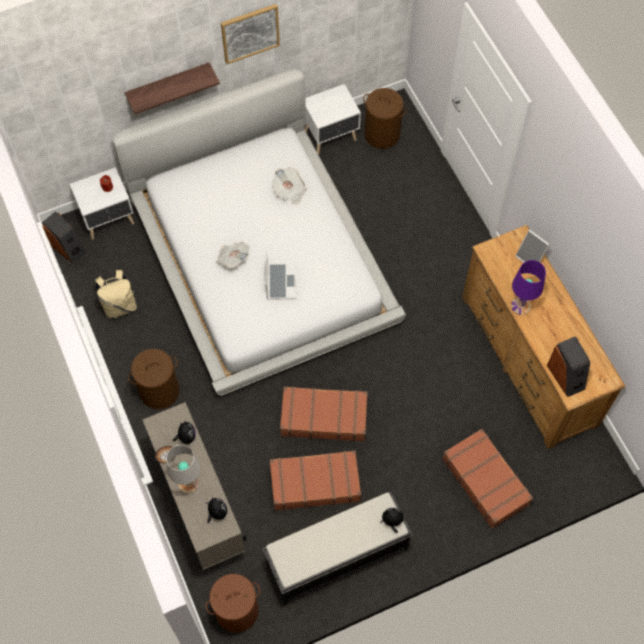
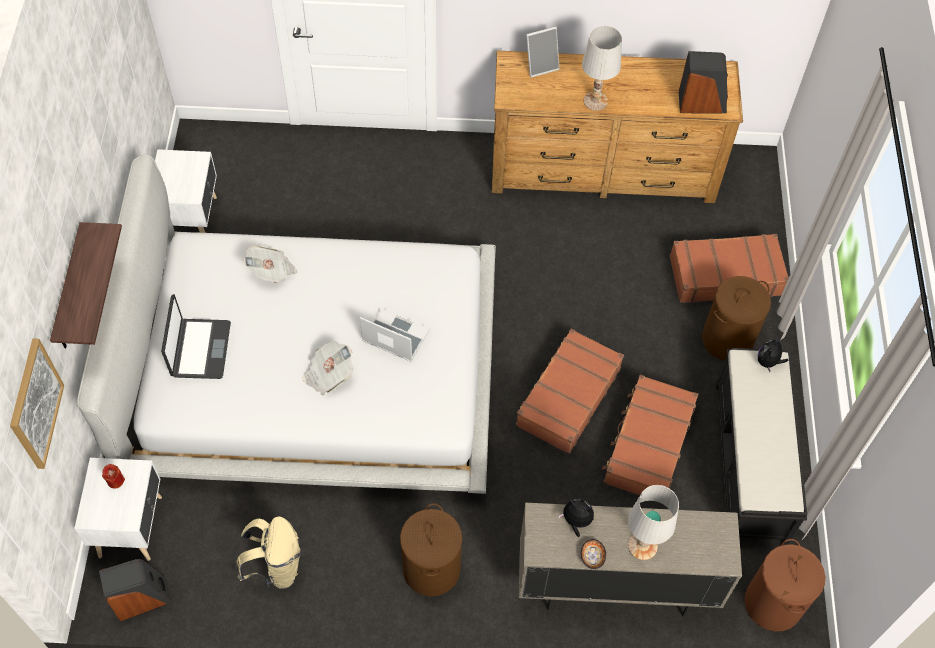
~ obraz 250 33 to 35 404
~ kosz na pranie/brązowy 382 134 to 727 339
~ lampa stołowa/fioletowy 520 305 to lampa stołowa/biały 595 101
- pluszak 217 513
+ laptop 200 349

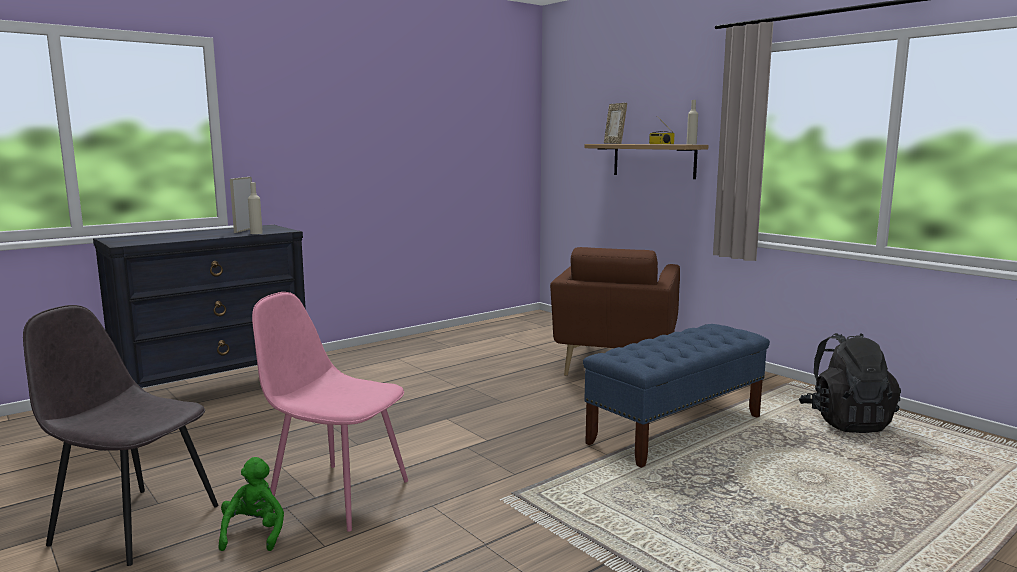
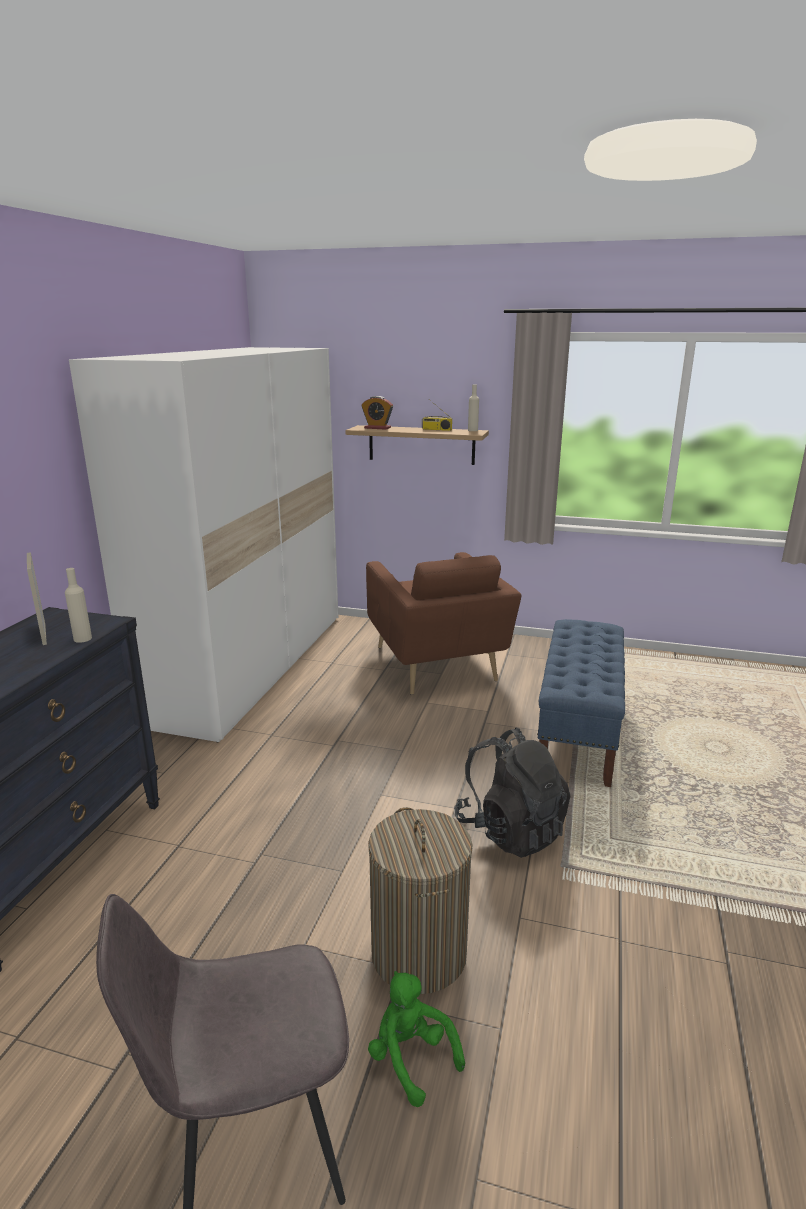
~ ramka na zdjęcie 614 143 to budzik 377 428
~ krzesło/różowy 336 495 to kosz na pranie 418 953
~ plecak/czarny 846 422 to 510 830
+ szafa/biały 250 665

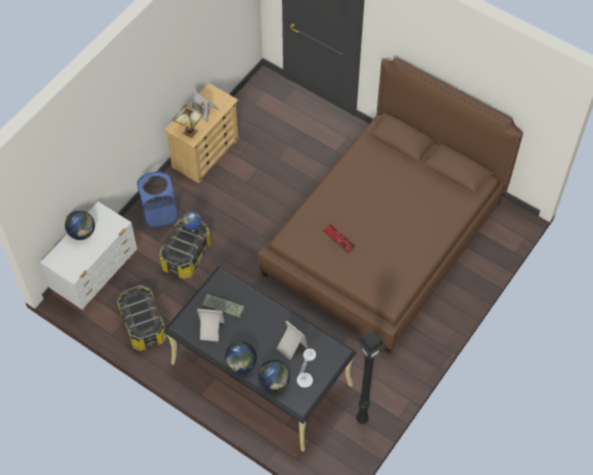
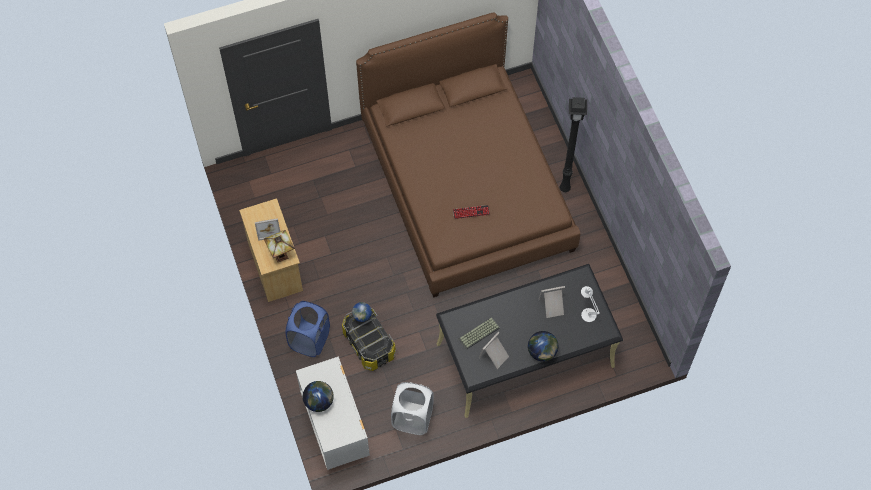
~ pojemnik do przechowywania 143 325 to kosz na pranie/biały 412 418
~ lampa stojąca/czarny 363 419 to 565 188
- globus 274 382

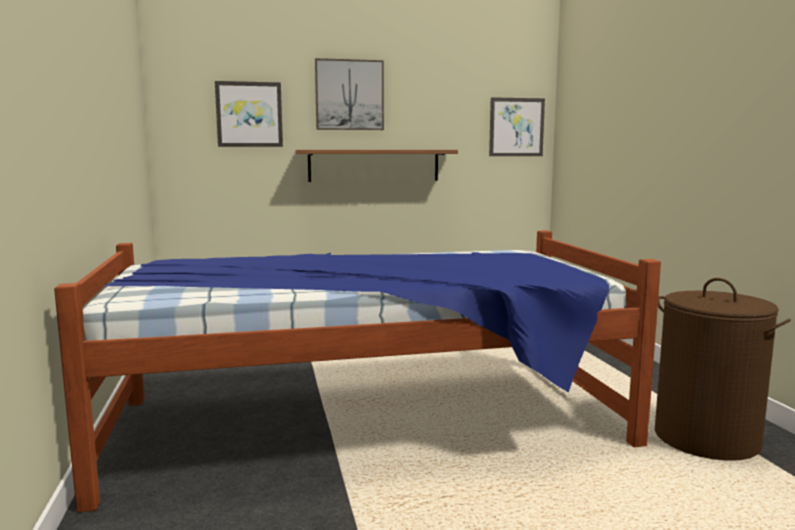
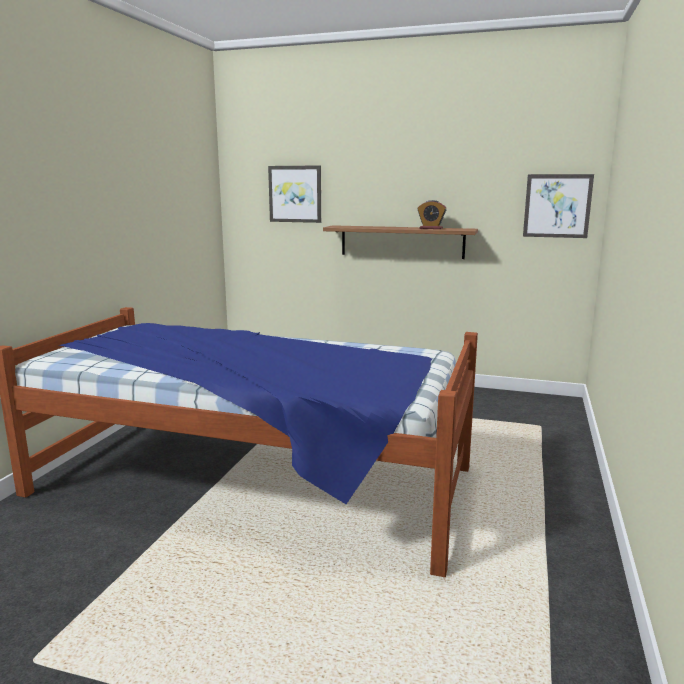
- obraz 349 95
- kosz na pranie/brązowy 706 439
+ budzik 431 228

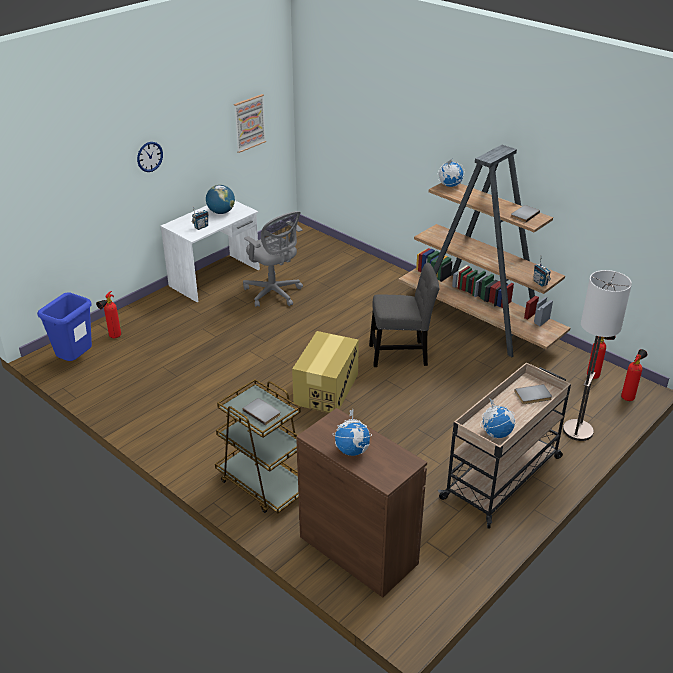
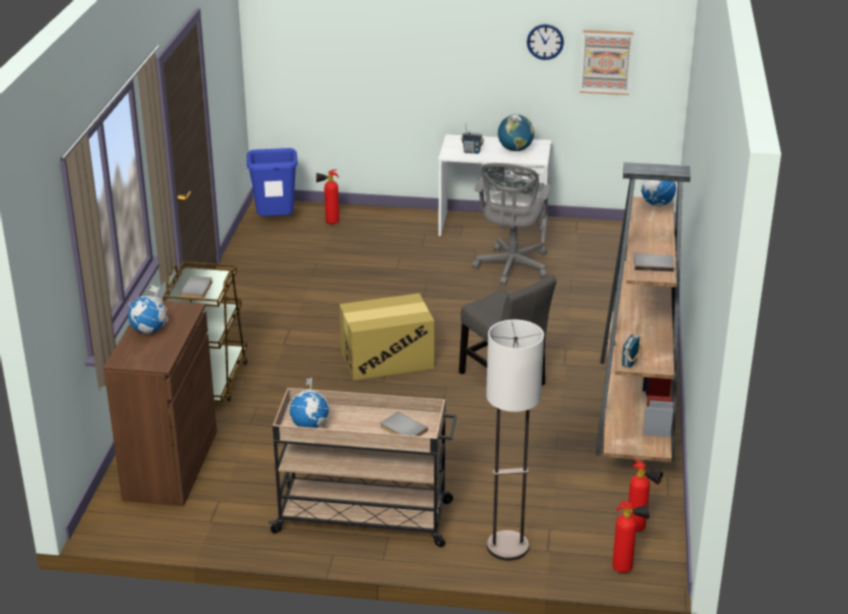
~ zegar ścienny 149 156 to 545 41

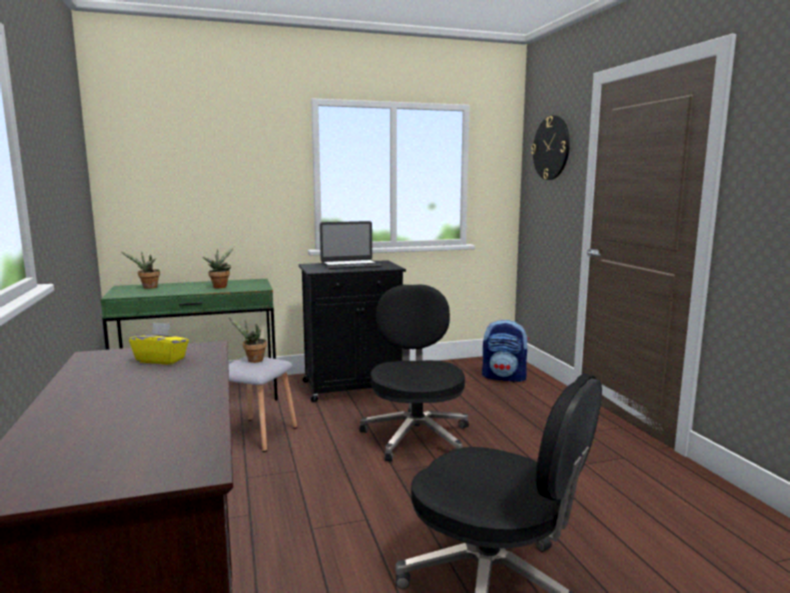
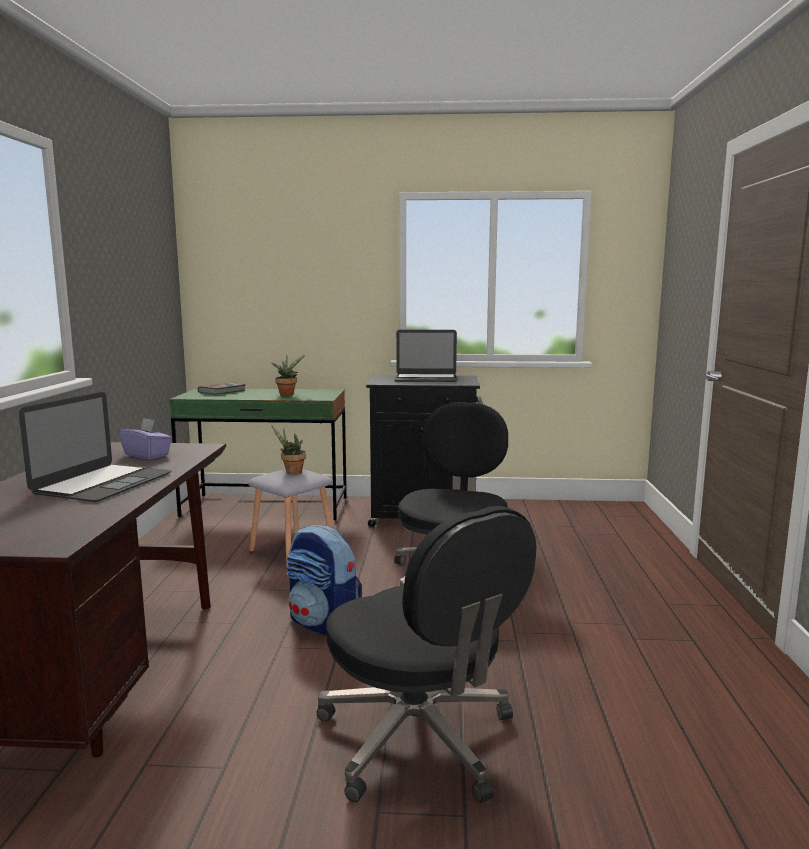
- zegar ścienny 551 148
~ roślina doniczkowa 148 288 to książka 222 391
~ plecak 504 377 to 324 624
~ pudełko chusteczek/żółty 161 360 to pudełko chusteczek/fioletowy 147 455
+ laptop 103 483

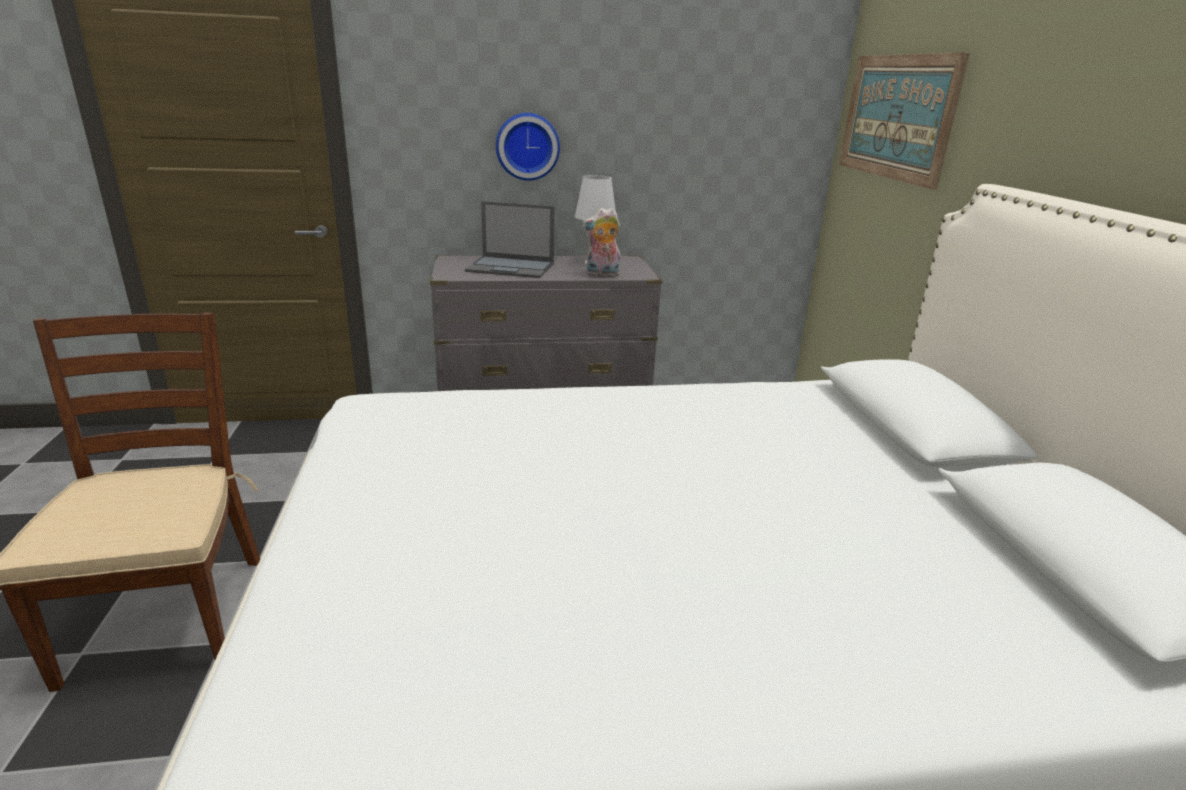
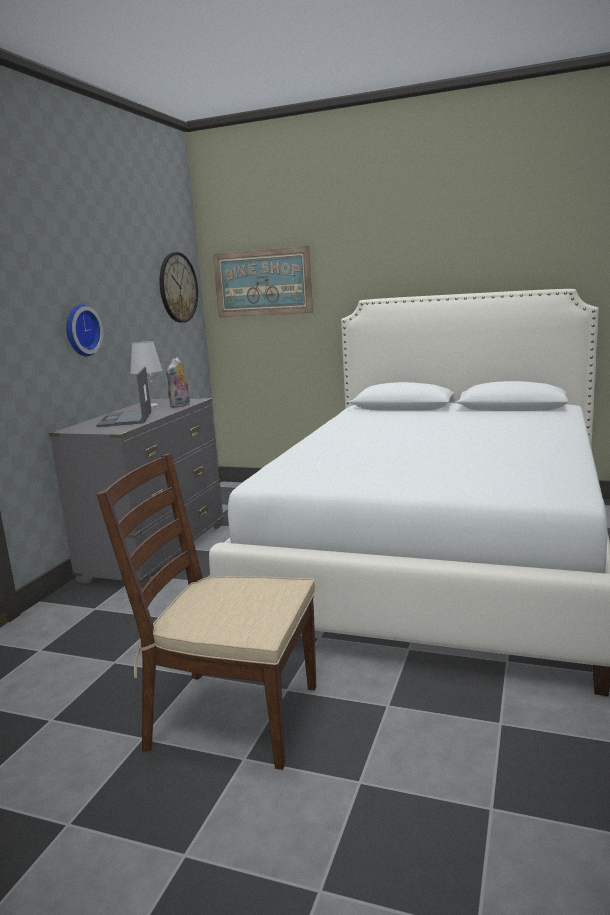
~ laptop 511 268 = 125 419 135 degrees clockwise
+ zegar ścienny 178 287

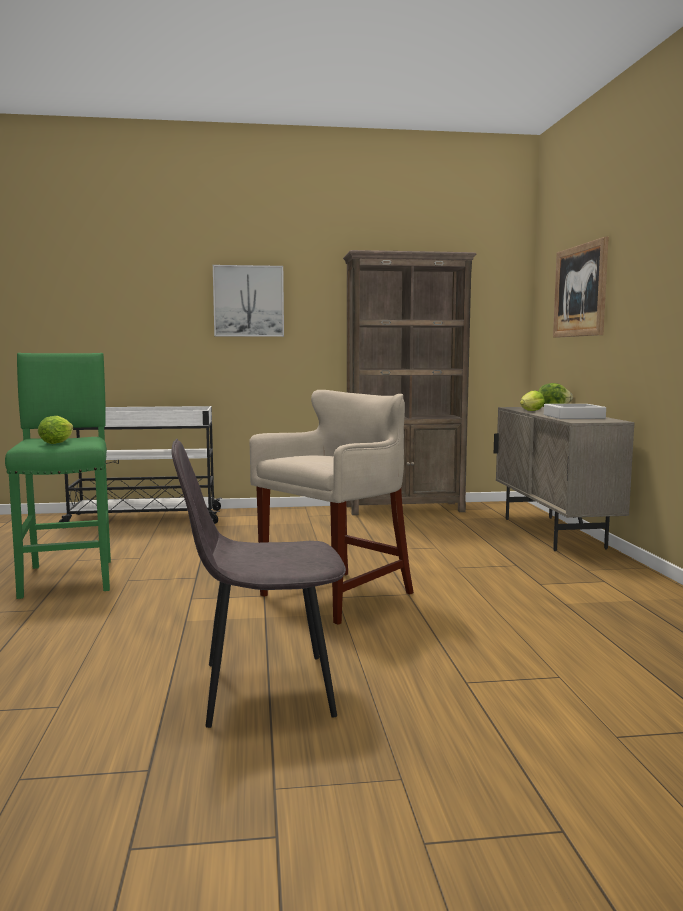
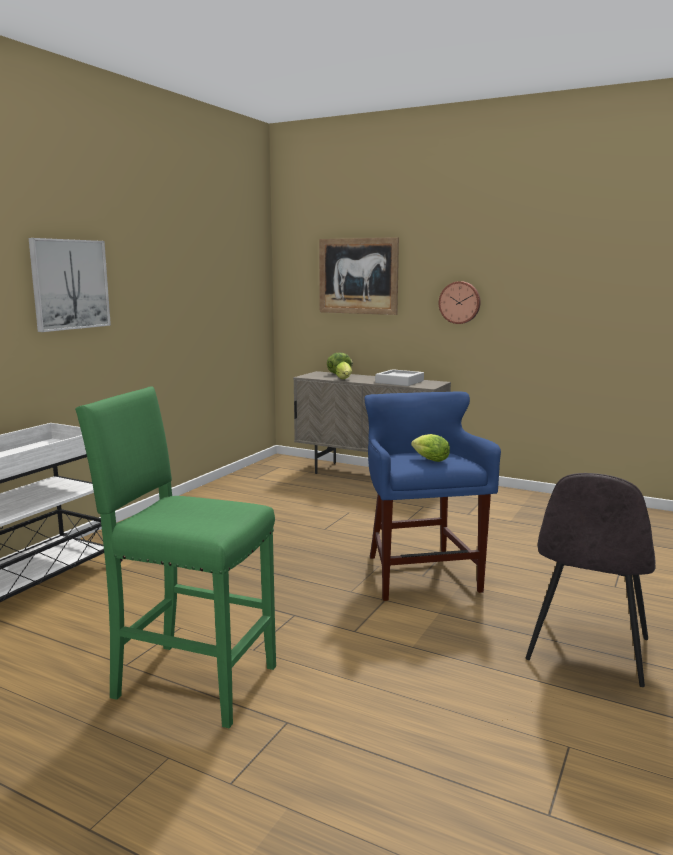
- regał/brązowy 405 508
~ stołek/beżowy 337 596 to stołek/niebieski 420 575
~ sałata 58 442 to 428 459
+ zegar ścienny 460 302

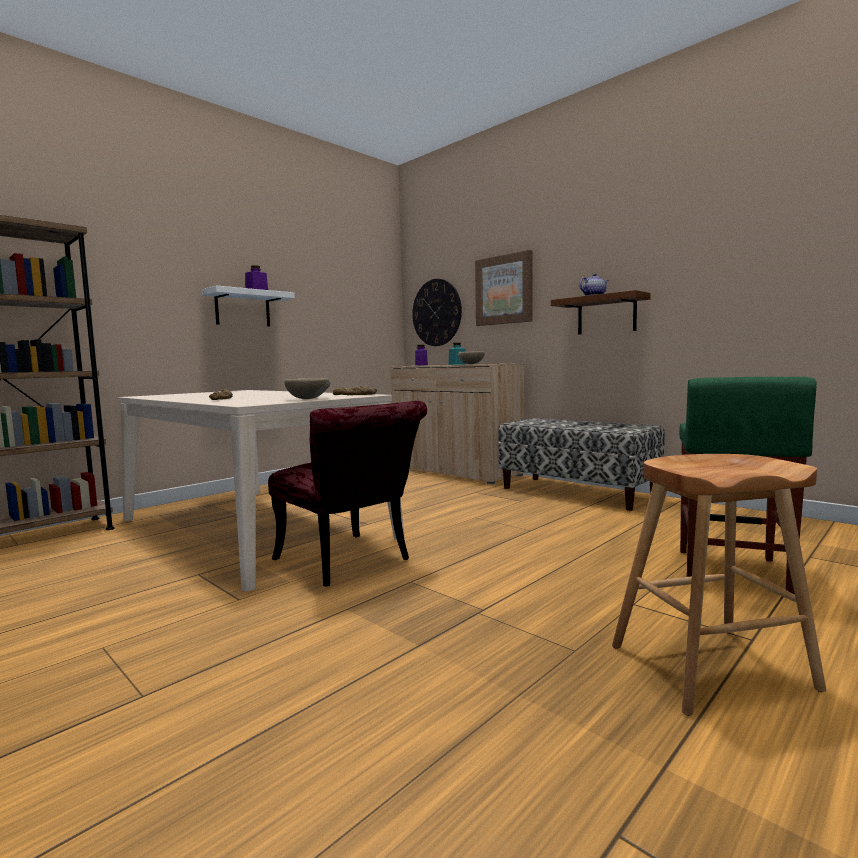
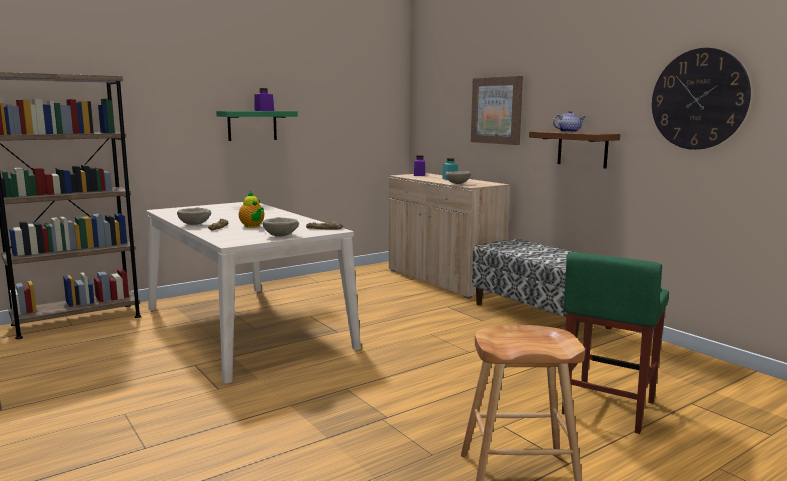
~ zegar ścienny 436 312 to 699 99
~ półka/biały 242 309 to półka/zielony 252 125
- krzesło/czerwony 350 563
+ imbryk 252 226
+ miska/beżowy 195 224

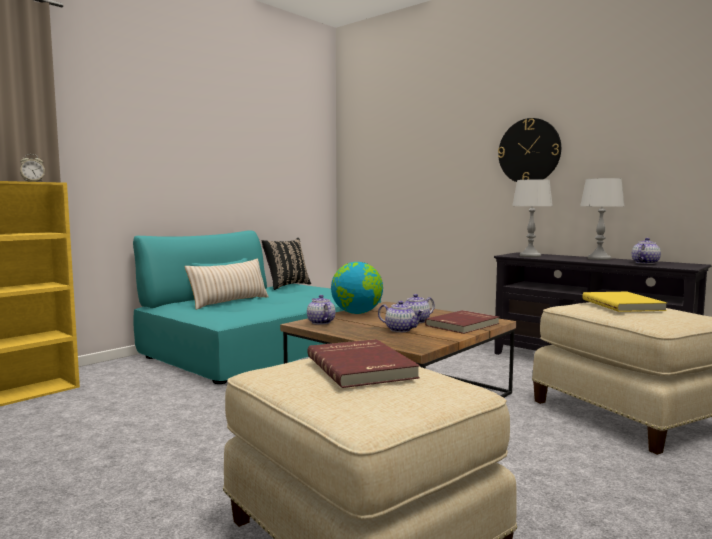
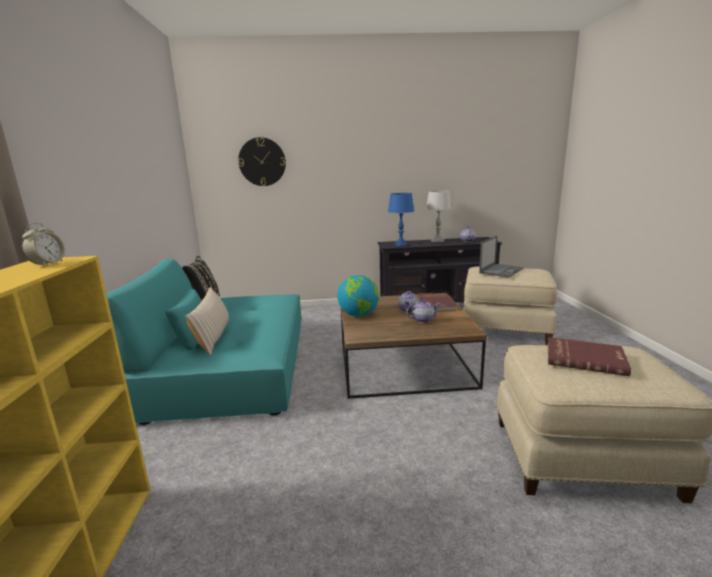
~ zegar ścienny 529 151 to 262 162
~ lampa stołowa/szary 530 256 to lampa stołowa/niebieski 401 245
~ książka/żółty 623 305 to laptop 501 270
- imbryk 320 322

